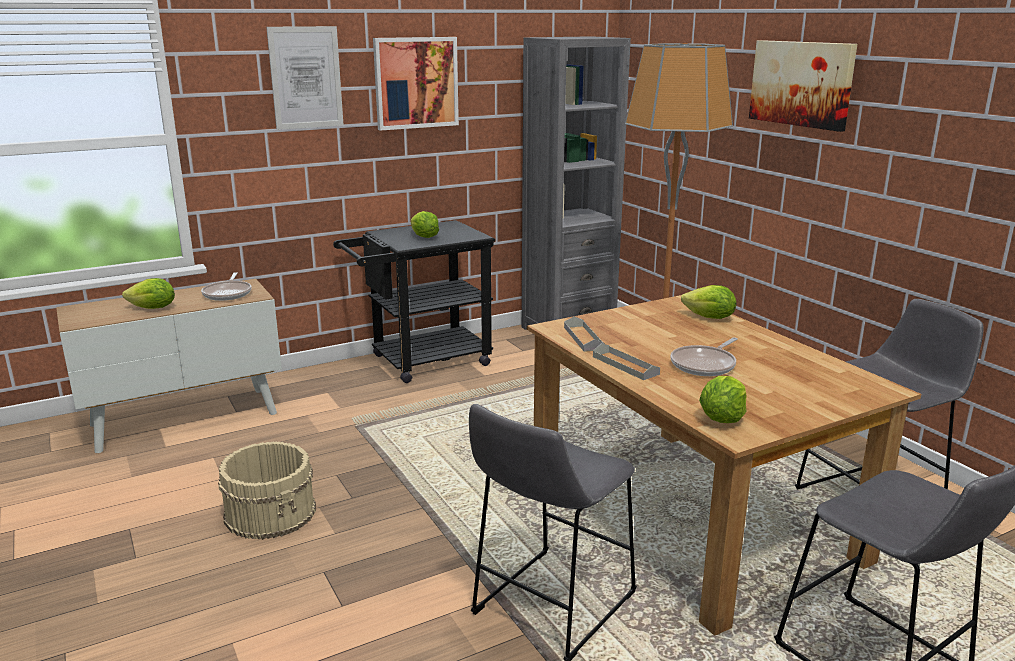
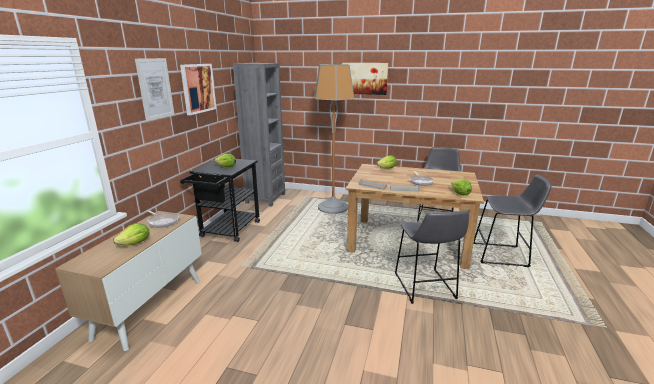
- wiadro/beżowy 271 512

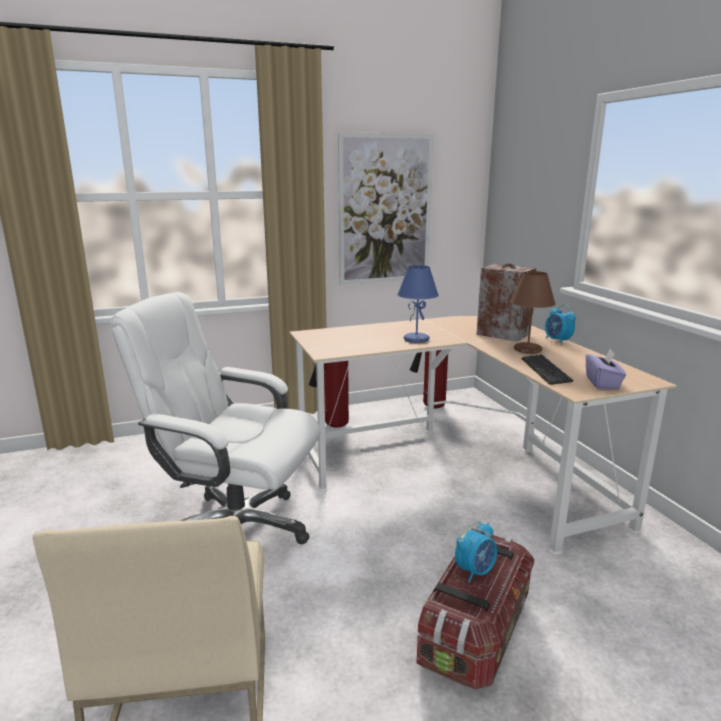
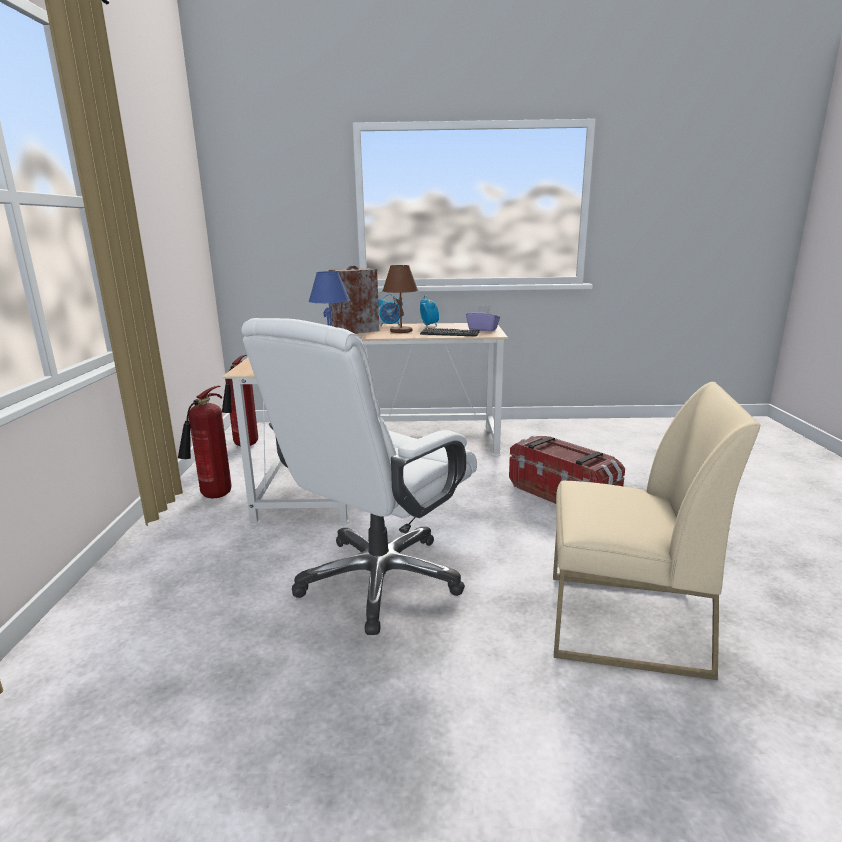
- obraz 385 210
~ budzik 475 571 to 429 325

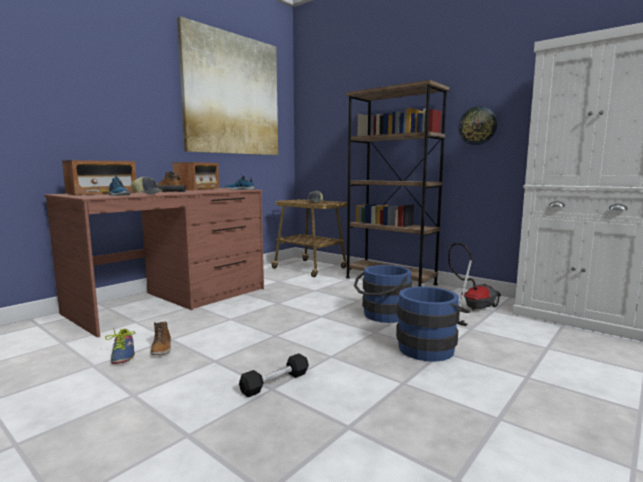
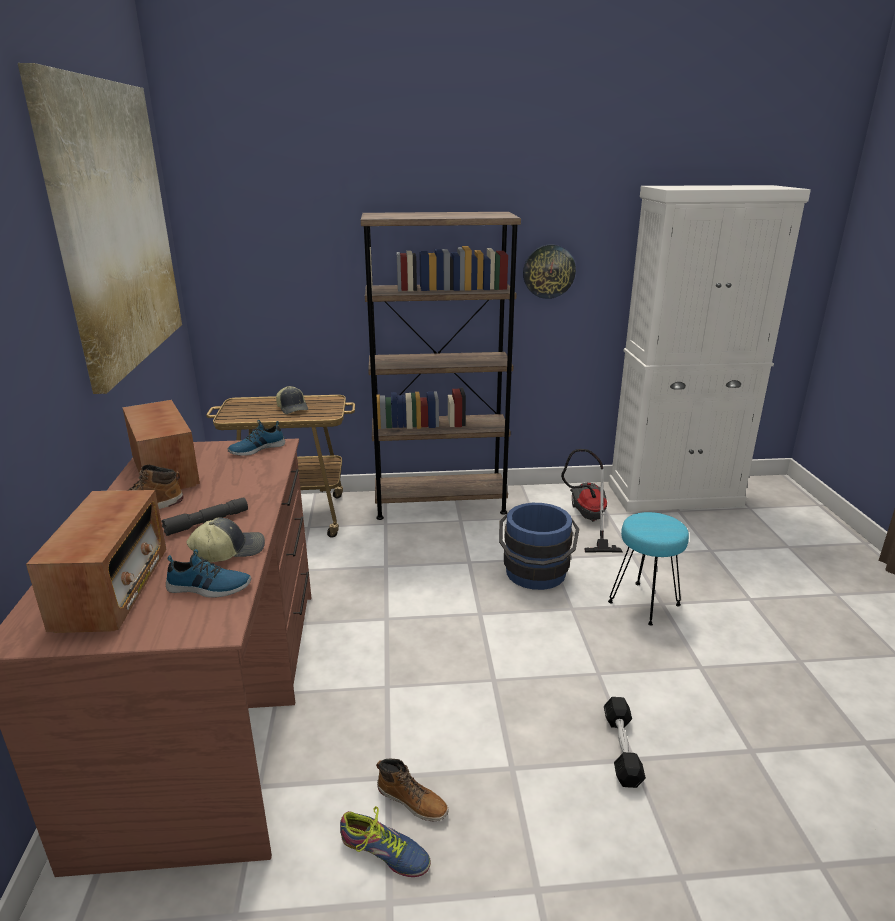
~ wiadro/niebieski 429 347 to stołek/turkusowy 644 603

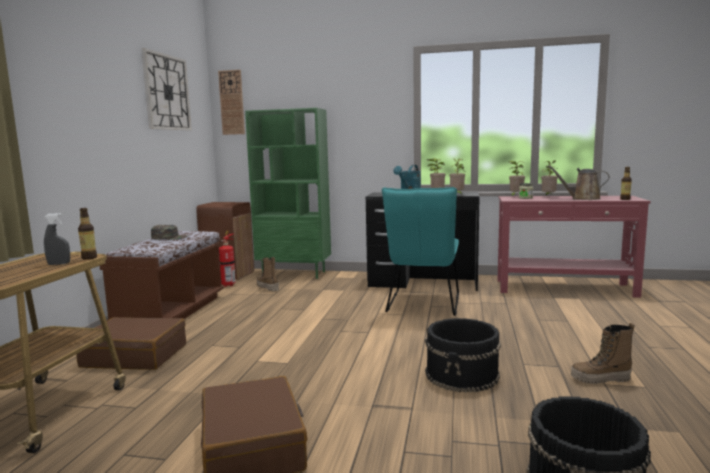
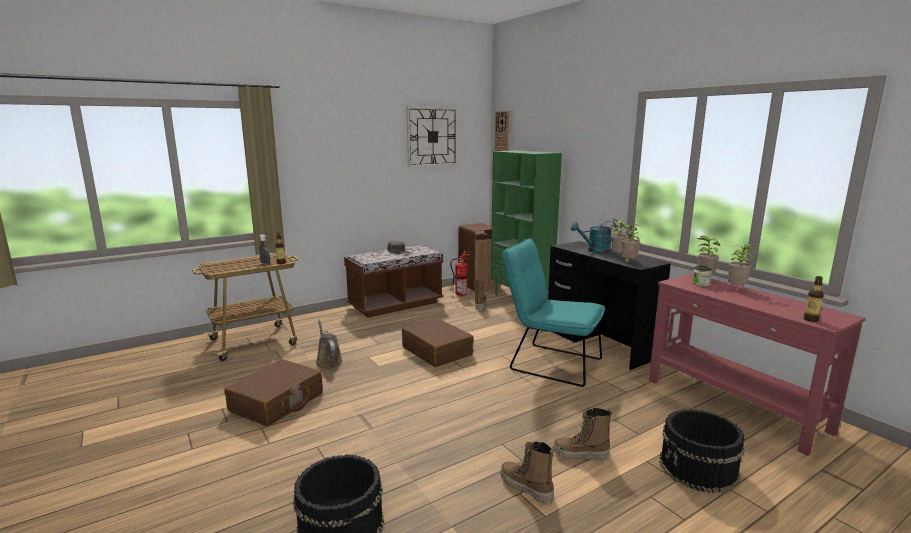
~ konewka/brązowy 582 199 to 328 361
~ krzesło/turkusowy 422 305 = 549 363 60 degrees clockwise
~ walizka/brązowy 135 356 to 437 351
~ wiadro/czarny 462 374 to 698 468
+ but z cholewką 580 455

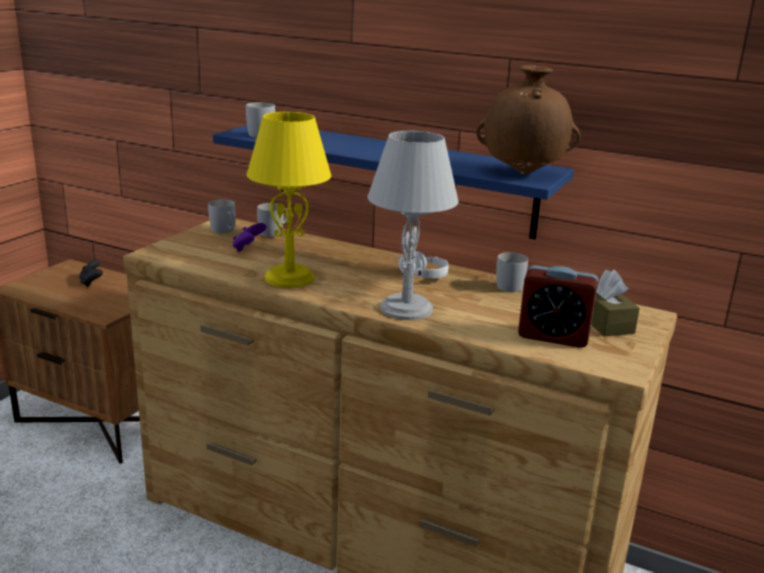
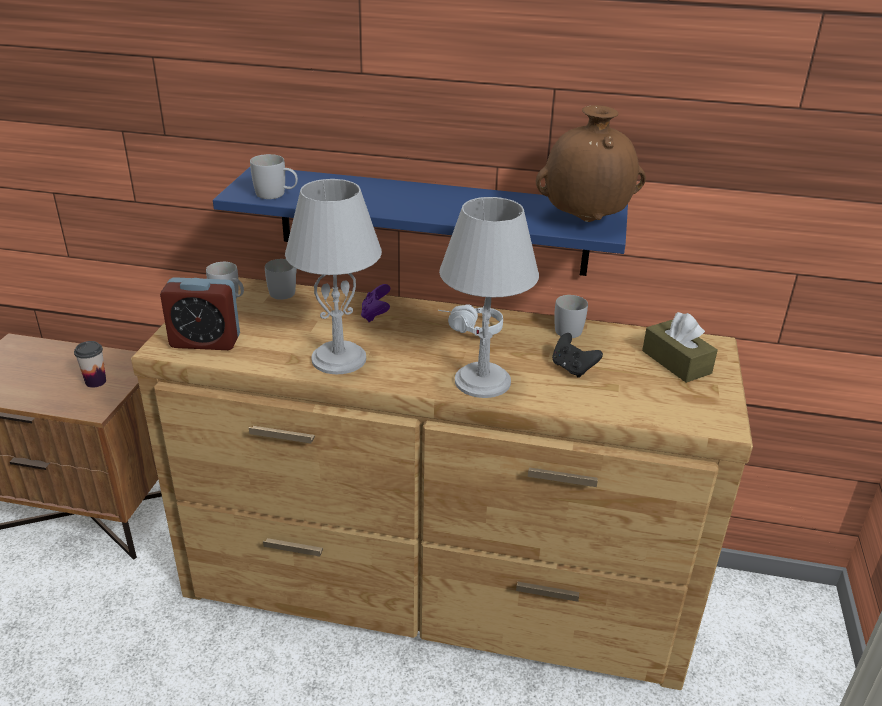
~ lampa stołowa/żółty 290 278 to lampa stołowa/szary 339 358
~ pad do gier/fioletowy 248 248 to 376 315
~ pad do gier/czarny 91 283 to 572 368
~ budzik 553 337 to 205 342
+ filiżanka 95 381

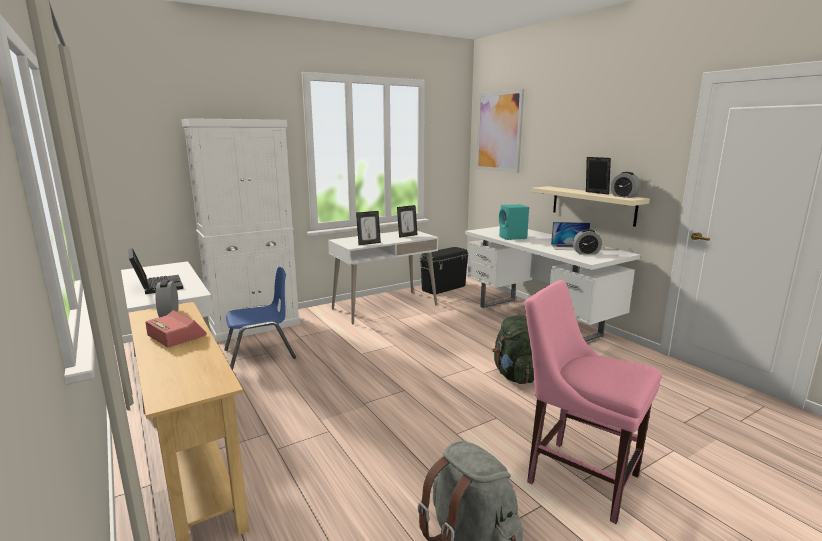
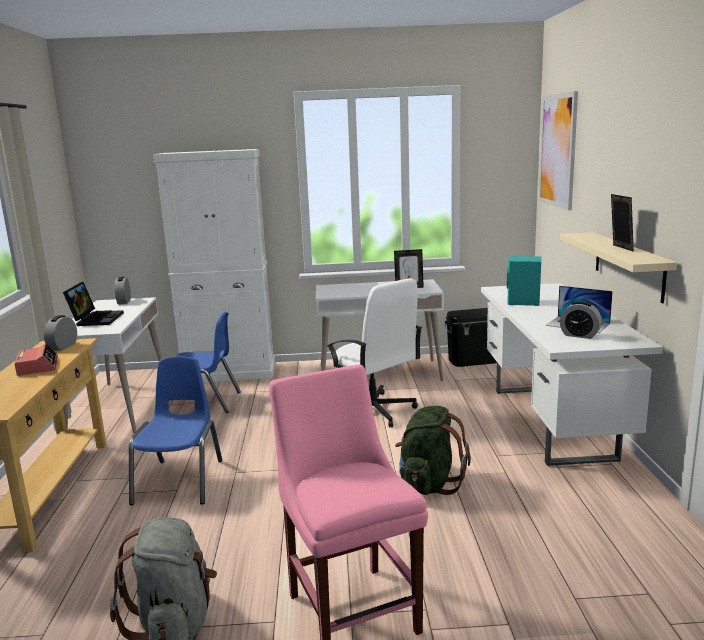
~ budzik 624 196 to 124 301
- ramka na zdjęcie 369 243
+ krzesło biurowe/biały 373 411
+ krzesło/niebieski 180 481

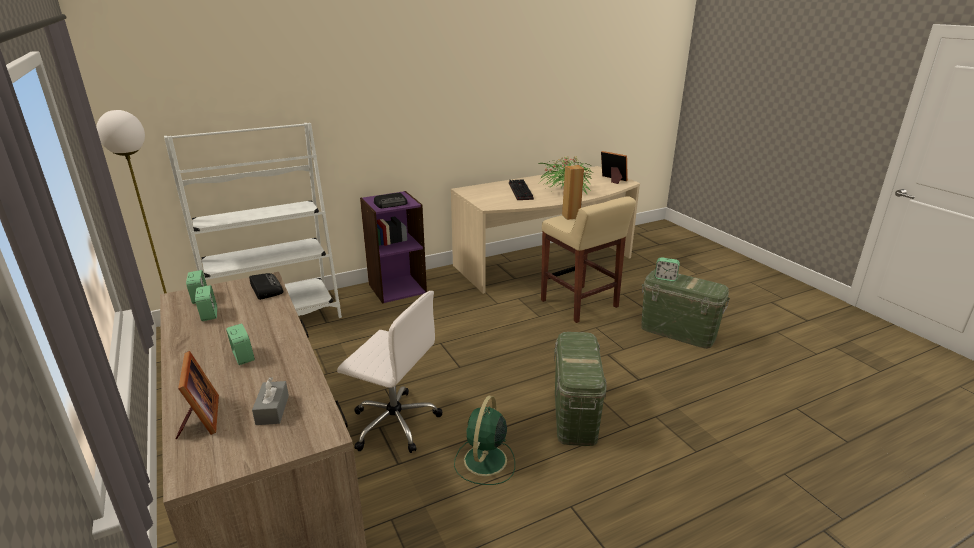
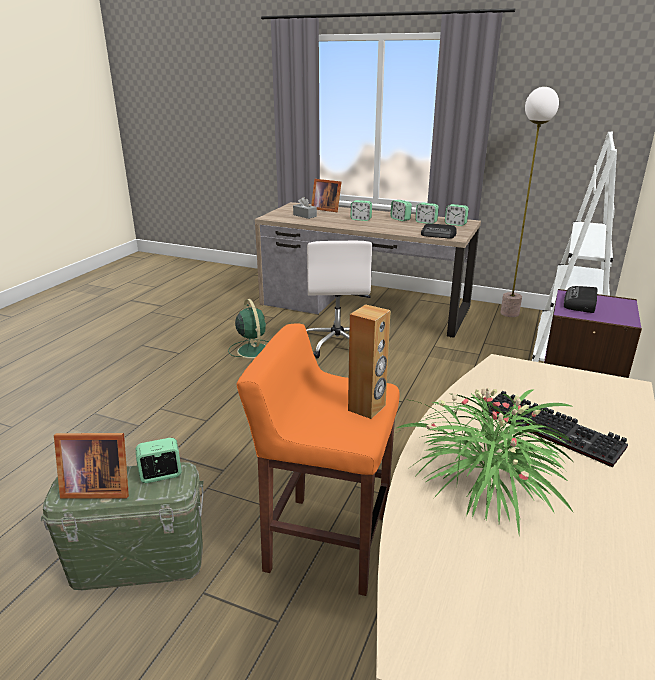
~ ramka na zdjęcie 612 180 to 96 488
~ stołek/beżowy 580 304 to stołek/pomarańczowy 325 542
~ krzesło biurowe/biały 394 422 = 337 343 75 degrees counterclockwise
- pojemnik do przechowywania/zielony 575 415
+ budzik 400 219

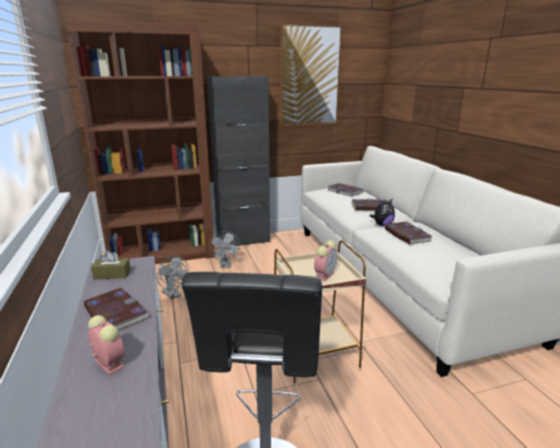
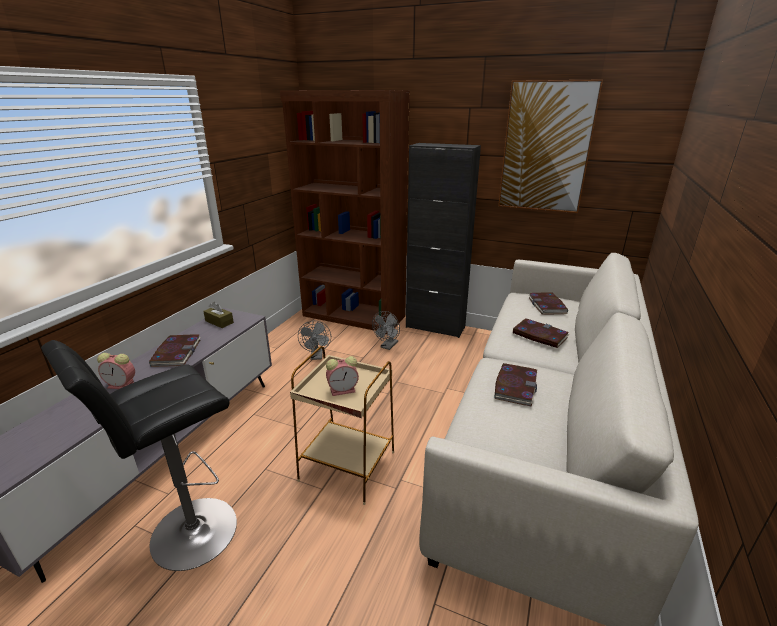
- pluszak 382 225
~ budzik 108 363 = 123 385 105 degrees clockwise

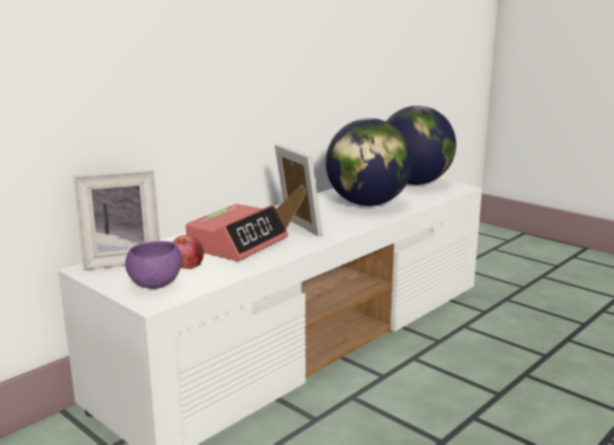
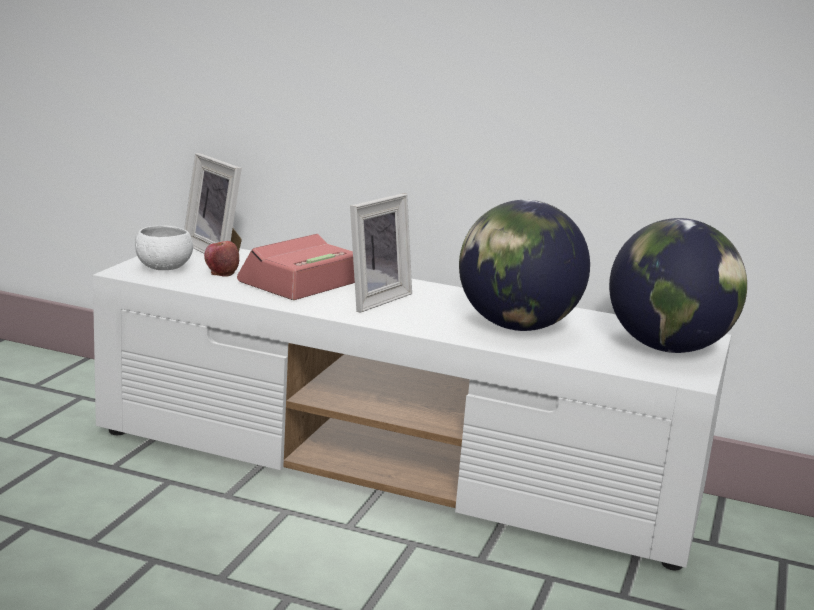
~ budzik 238 243 = 298 283 120 degrees clockwise
~ miska/fioletowy 155 284 to miska/biały 164 268

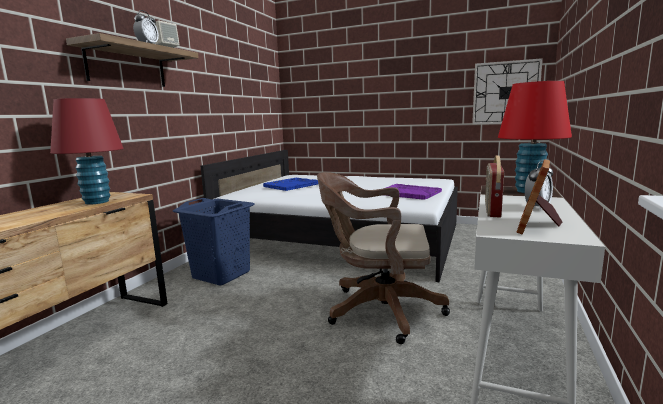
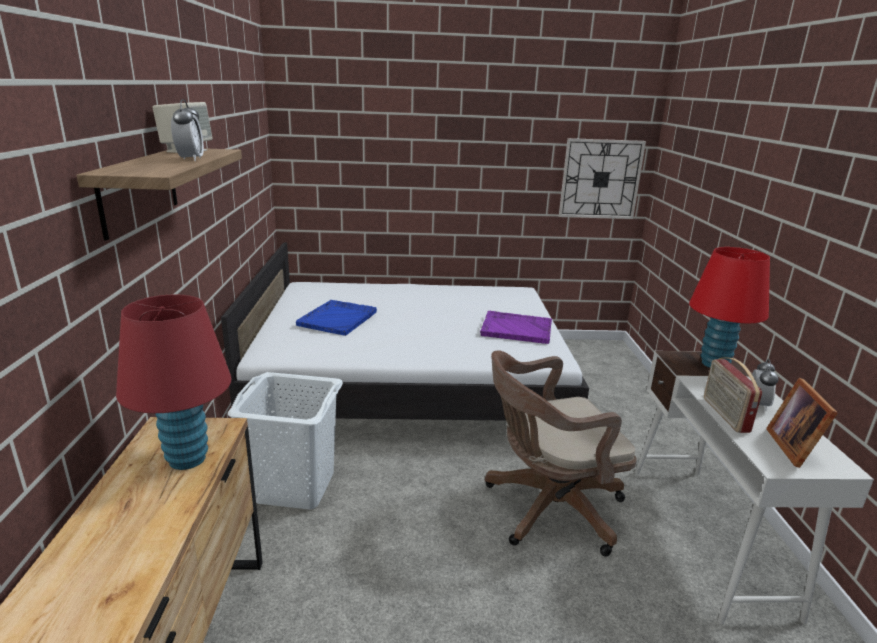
~ kosz na pranie/niebieski 221 274 to kosz na pranie/biały 294 486

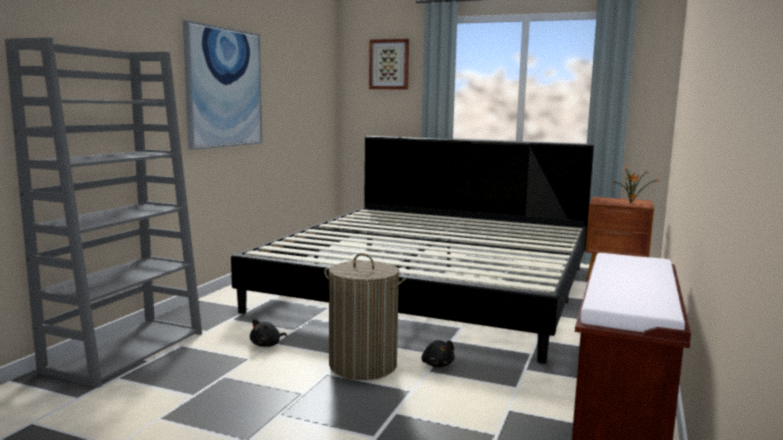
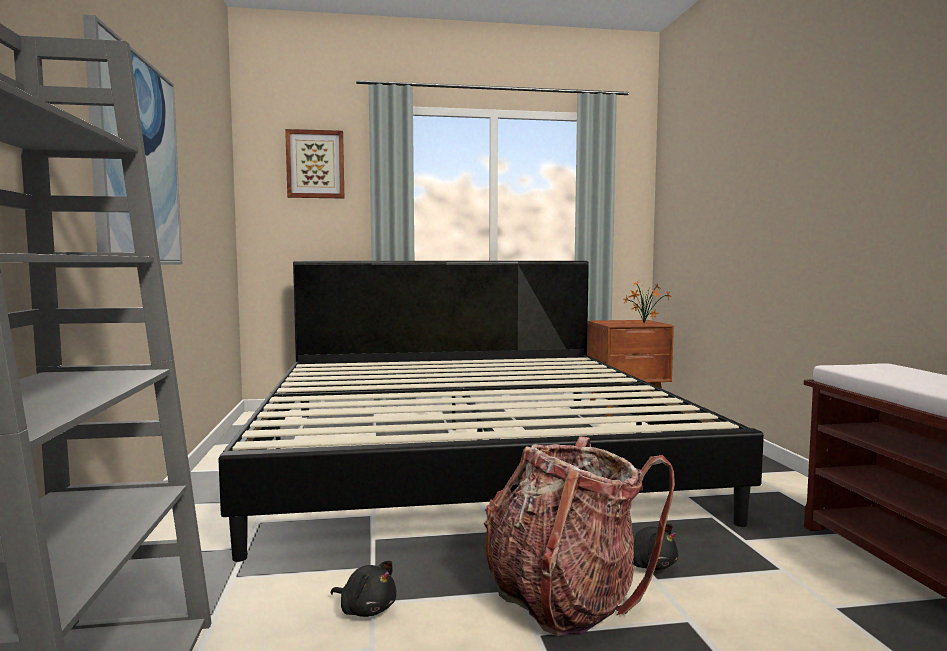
~ kosz na pranie 363 365 to plecak 564 599
~ pluszak/czarny 267 345 = 366 609 75 degrees counterclockwise

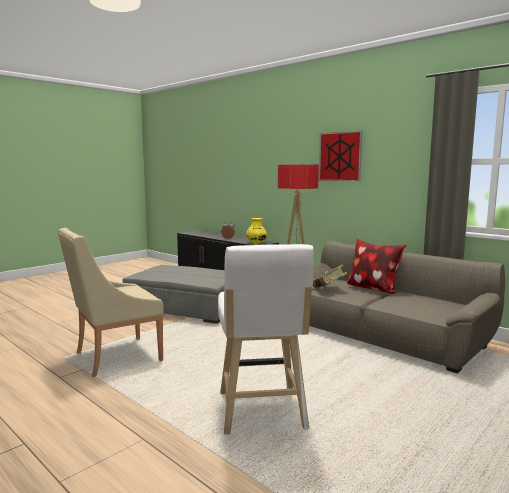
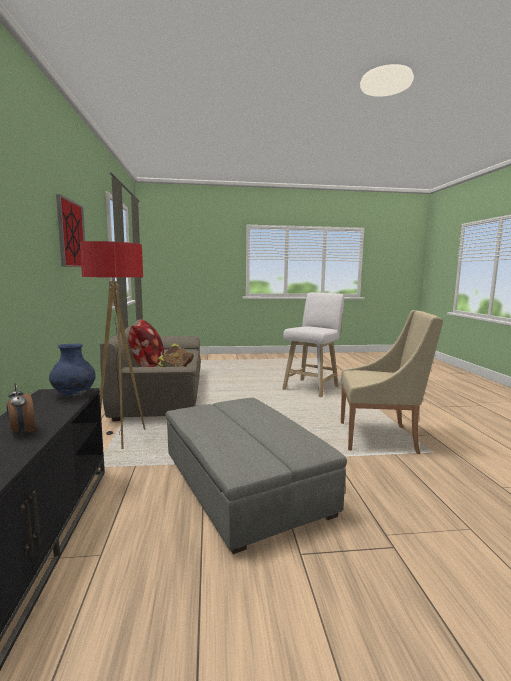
~ wazon/żółty 256 243 to wazon/niebieski 74 394

